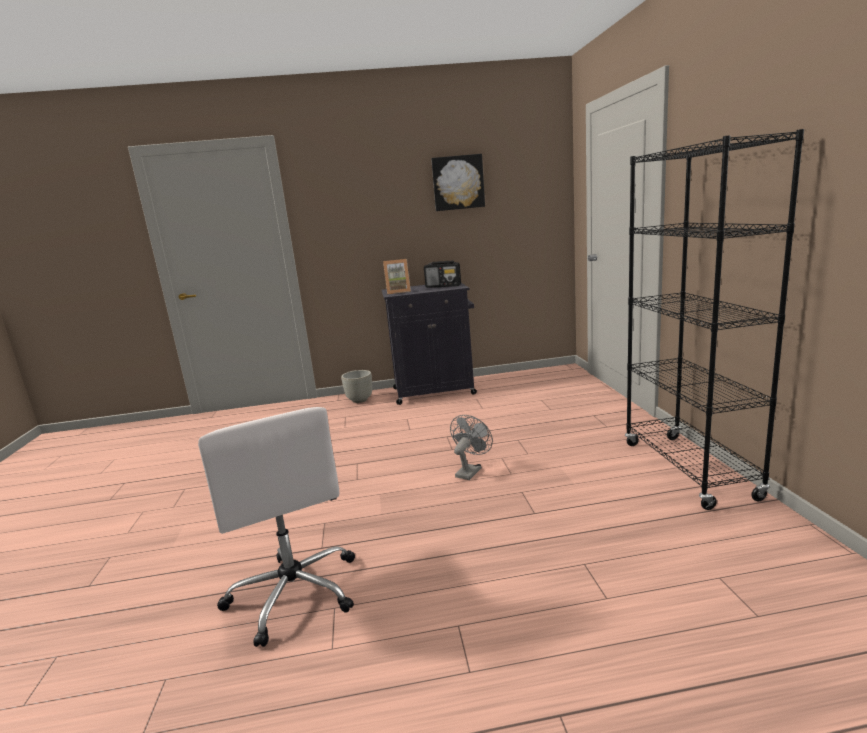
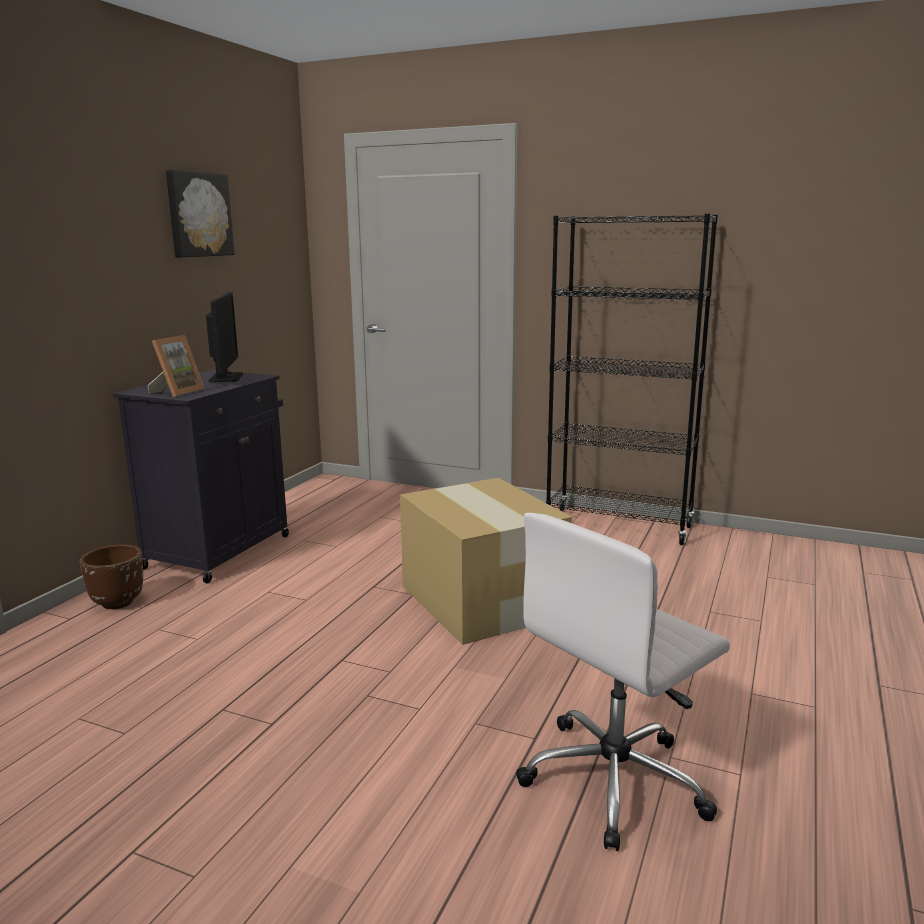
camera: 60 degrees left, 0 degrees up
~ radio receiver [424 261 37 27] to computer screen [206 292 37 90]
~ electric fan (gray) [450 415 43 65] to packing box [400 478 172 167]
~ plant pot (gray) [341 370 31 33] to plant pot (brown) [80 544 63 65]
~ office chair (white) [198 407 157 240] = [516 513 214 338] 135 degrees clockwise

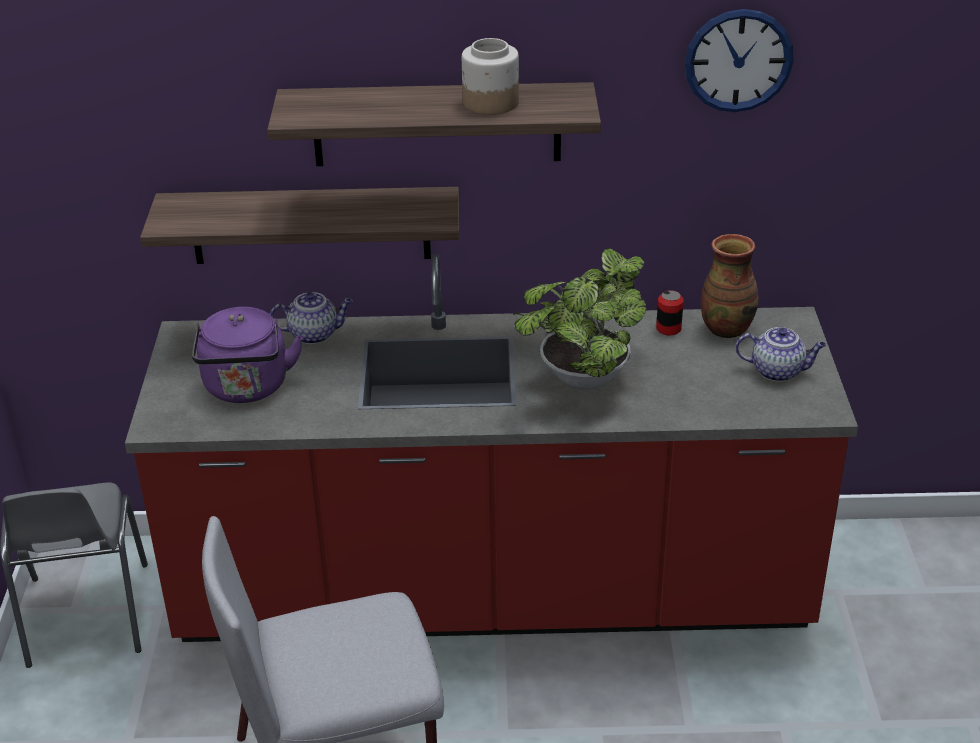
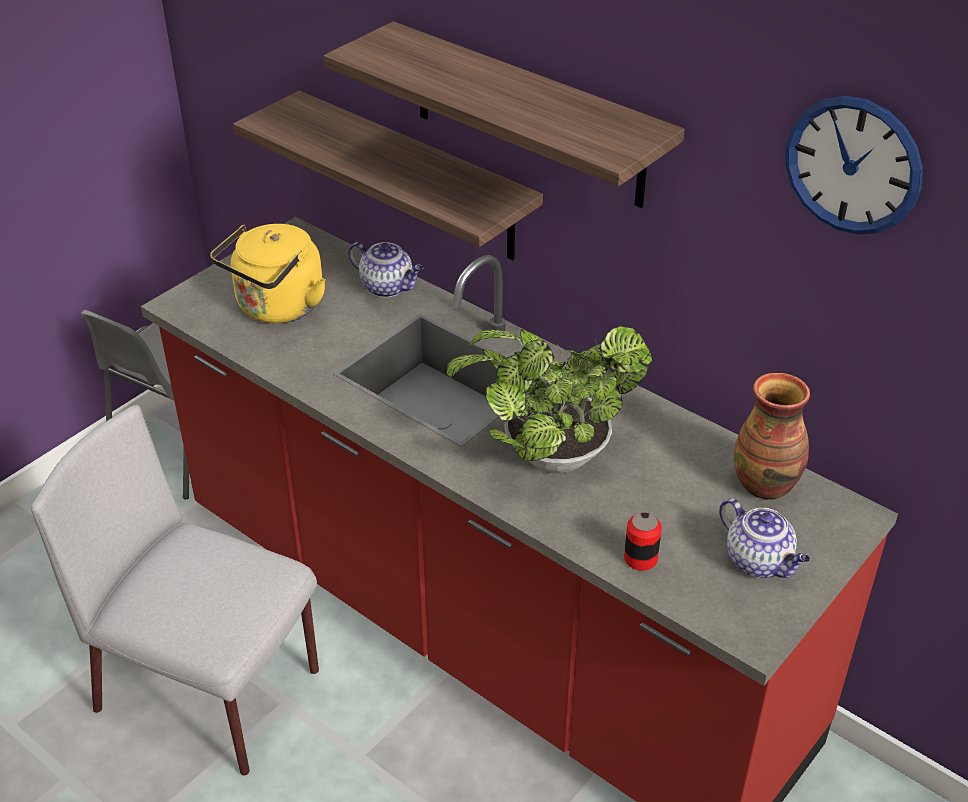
camera: 40 degrees right, 5 degrees up
- storage jar [462 38 57 77]
~ sealed can [656 290 28 45] to [624 512 38 59]
~ tea kettle (purple) [192 307 111 96] to tea kettle (yellow) [210 224 116 99]

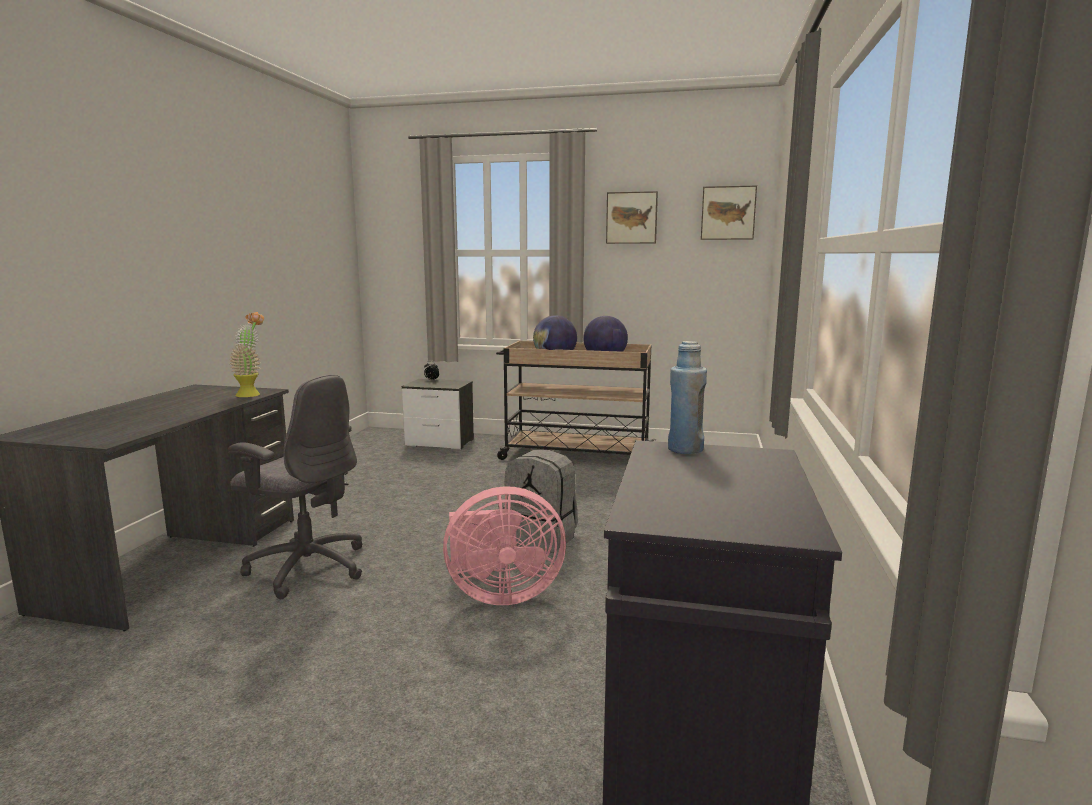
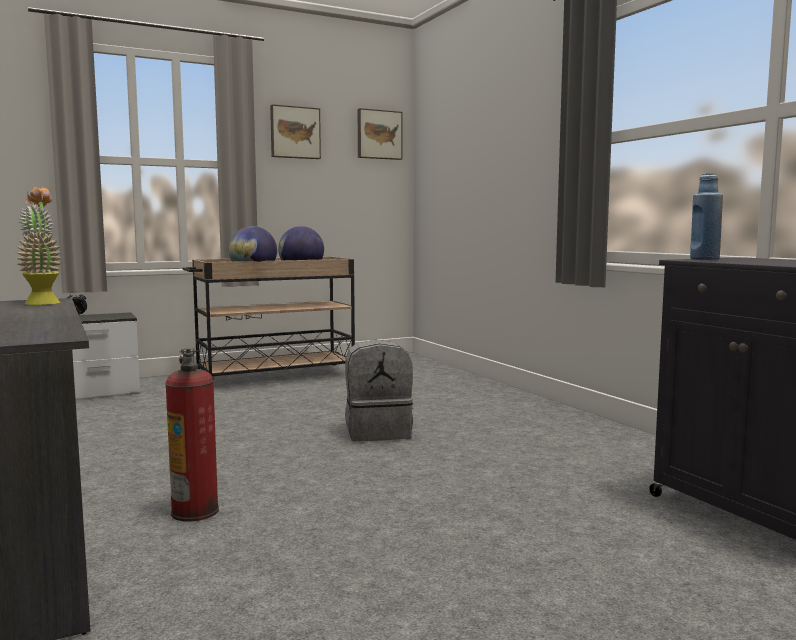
camera: 40 degrees left, 5 degrees down
- electric fan (pink) [443 486 123 119]
~ office chair (gray) [228 375 134 224] to fire extinguisher [165 348 54 174]

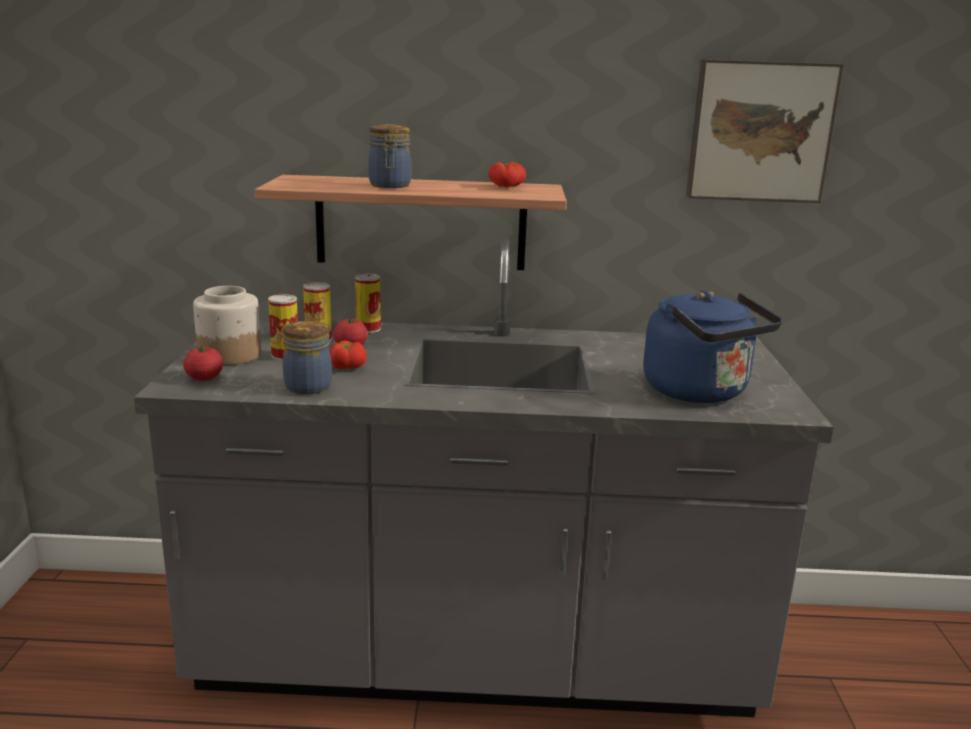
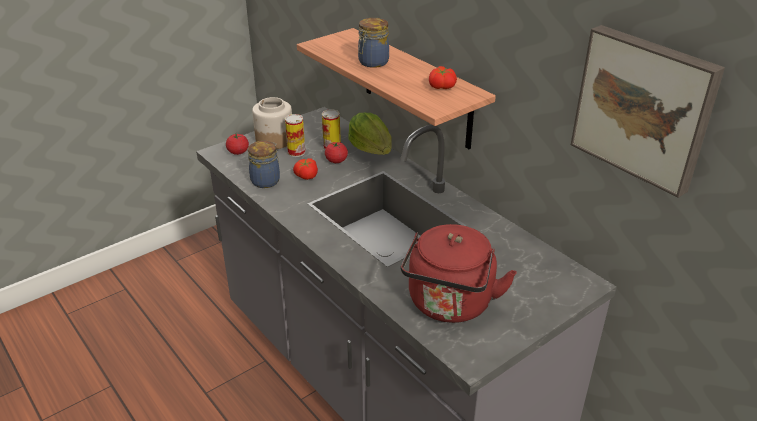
camera: 50 degrees right, 15 degrees up
~ sealed can [355 273 26 60] to head of lettuce [348 113 44 42]
~ tea kettle (bluish) [643 291 139 112] to tea kettle (reddish) [401 224 116 99]

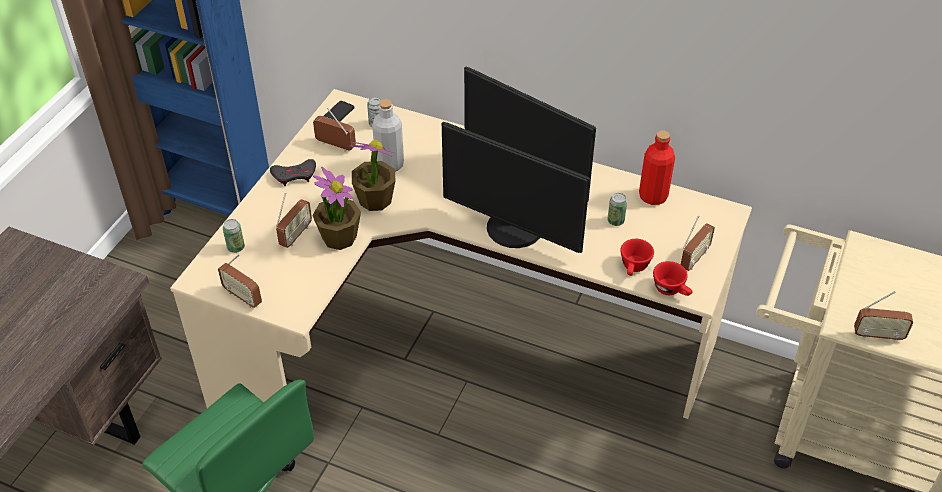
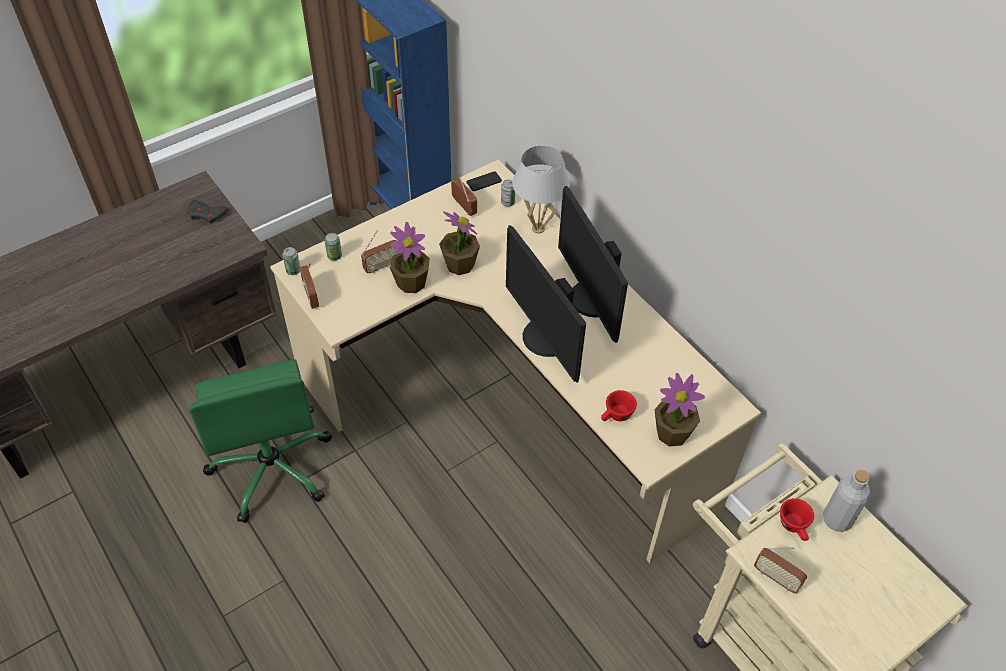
camera: 30 degrees right, 5 degrees up
- drink bottle (reddish) [639 130 36 75]
+ lamp for a table (white) [512 146 58 88]
~ game controller (gray) [270 159 46 27] to [188 200 40 24]
~ drink bottle (gray) [372 99 32 73] to [823 470 47 62]
~ sealed can [607 193 20 33] to [282 247 18 28]
~ small cup (reddish) [653 261 39 35] to [780 498 34 43]
~ radio receiver [681 216 34 55] to houseplant [655 373 50 73]

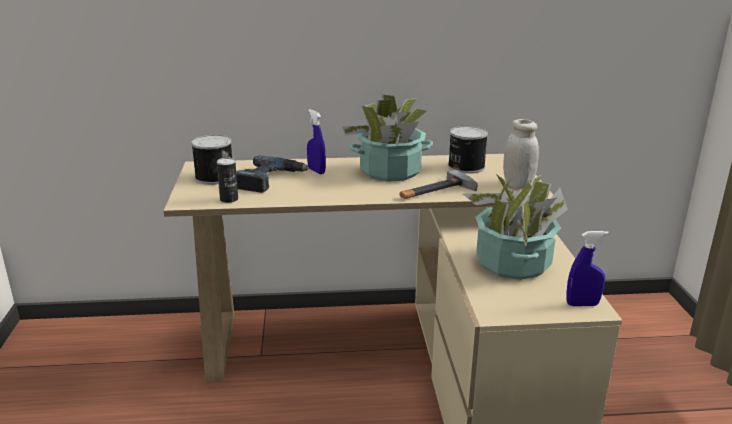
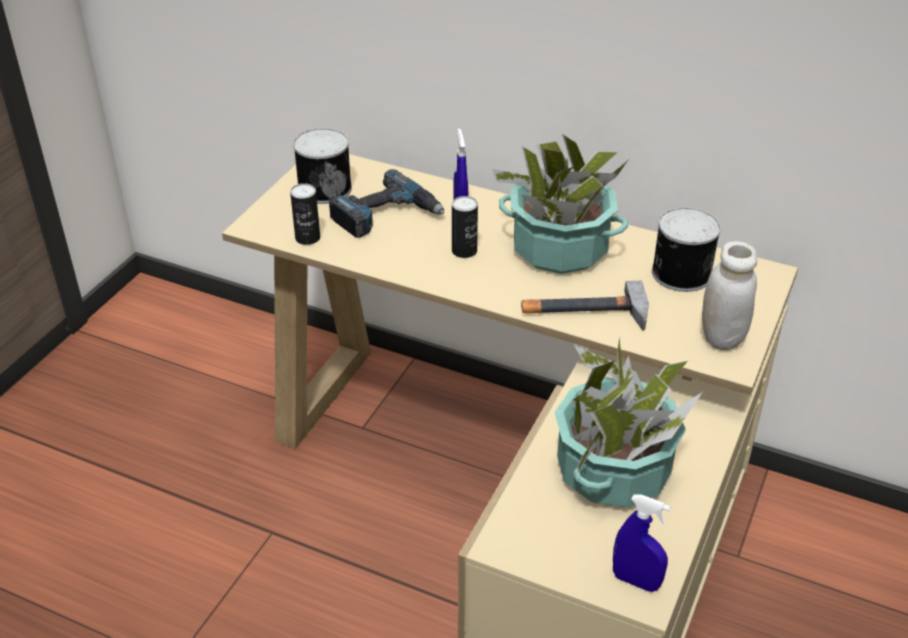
camera: 30 degrees right, 15 degrees up
+ sealed can [452 196 26 62]

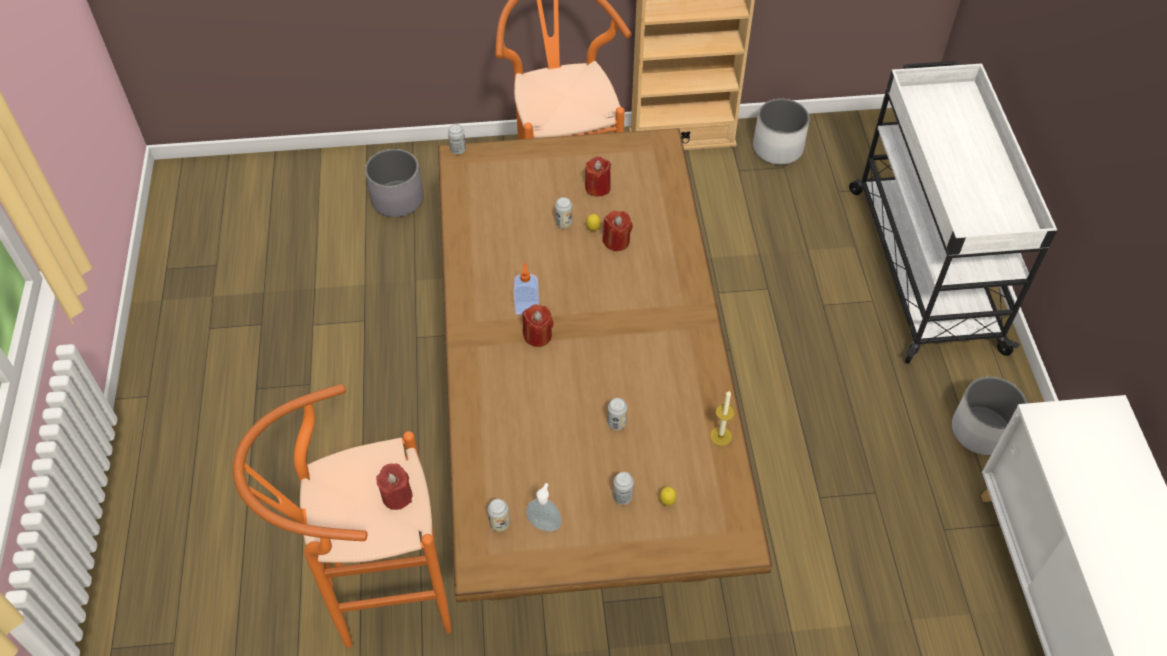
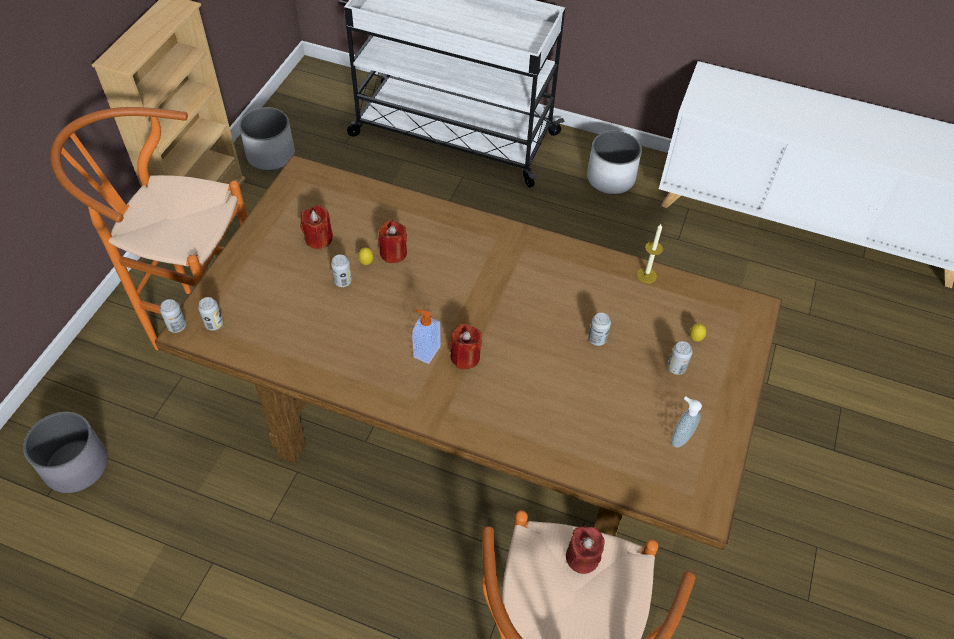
camera: 65 degrees left, 0 degrees up
~ sealed can [488 499 22 33] to [198 297 25 34]

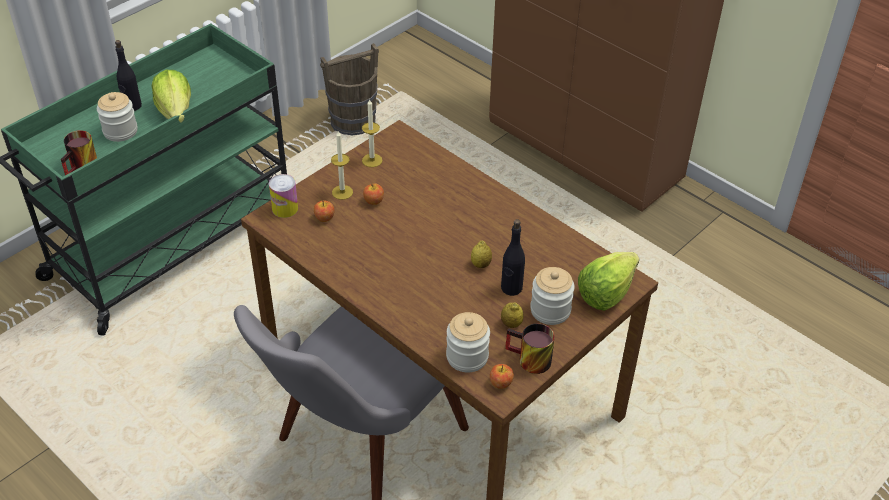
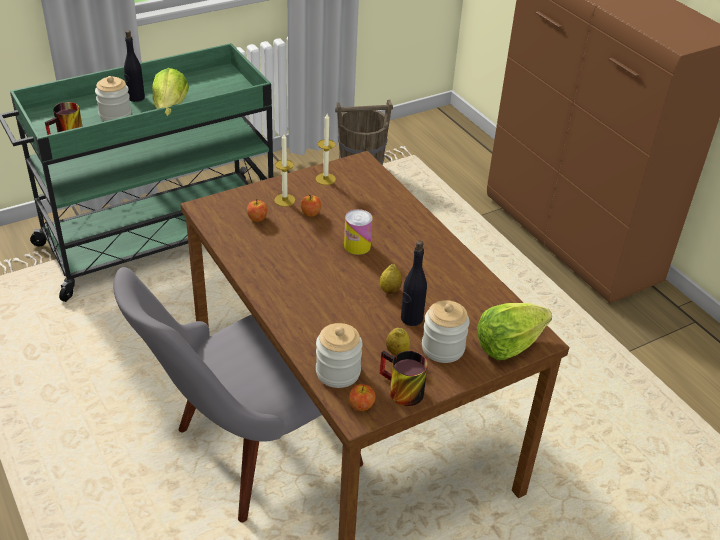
camera: 15 degrees right, 5 degrees down
~ sealed can [269 174 29 44] to [344 209 29 46]

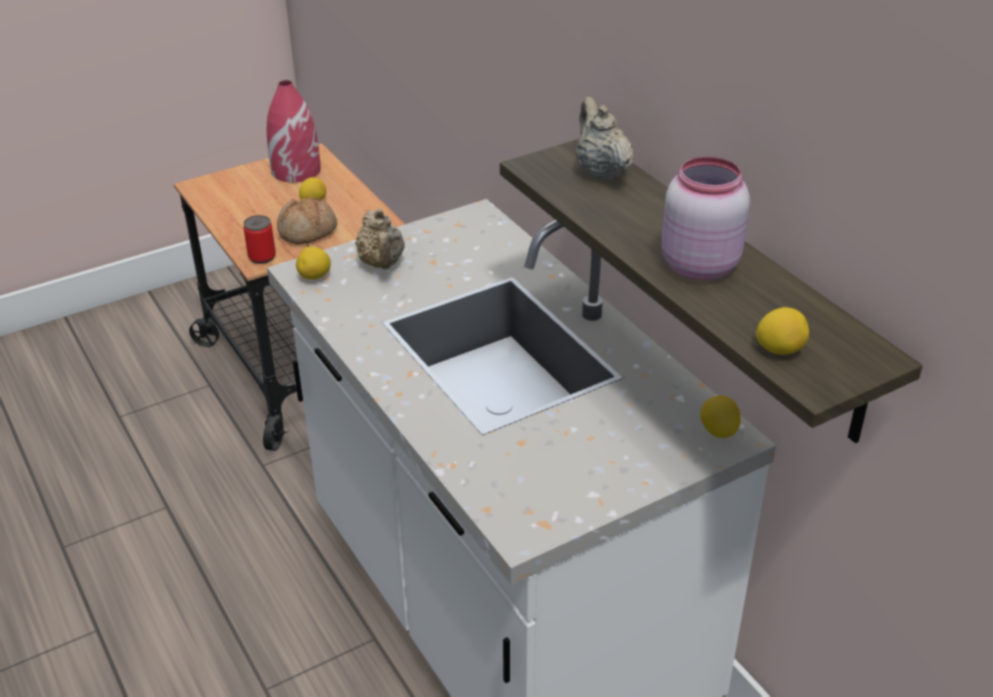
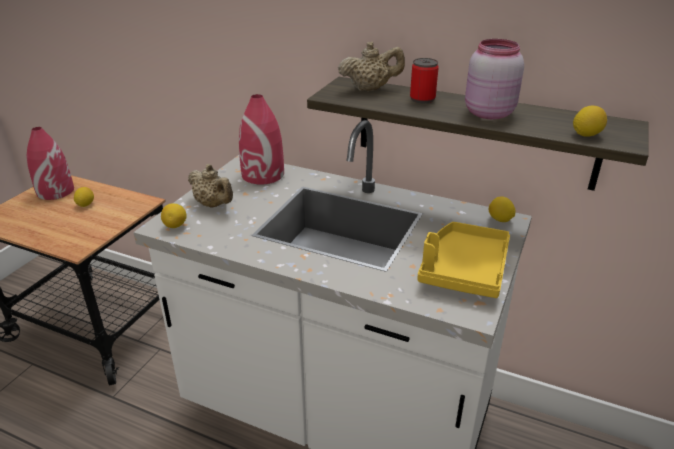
camera: 35 degrees left, 5 degrees down
- bread [277 197 61 48]
+ decorative vase (reddish) [239 94 45 90]
+ tray (yellow) [417 222 93 76]
~ sealed can [243 215 33 49] to [410 58 29 45]
~ teapot (beige-coloured) [576 97 58 83] = [338 41 67 50] 135 degrees clockwise

